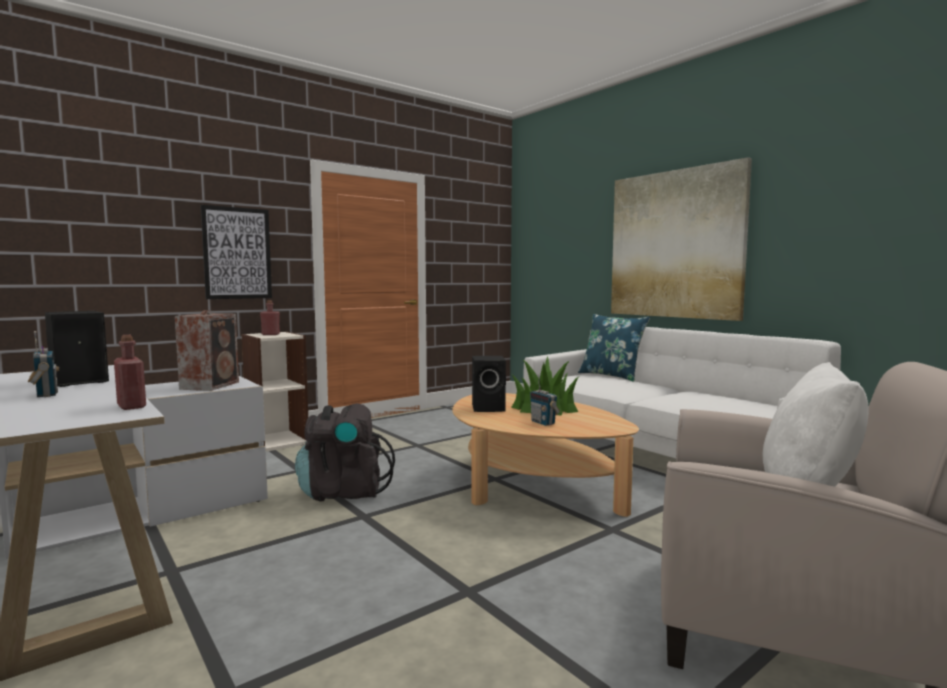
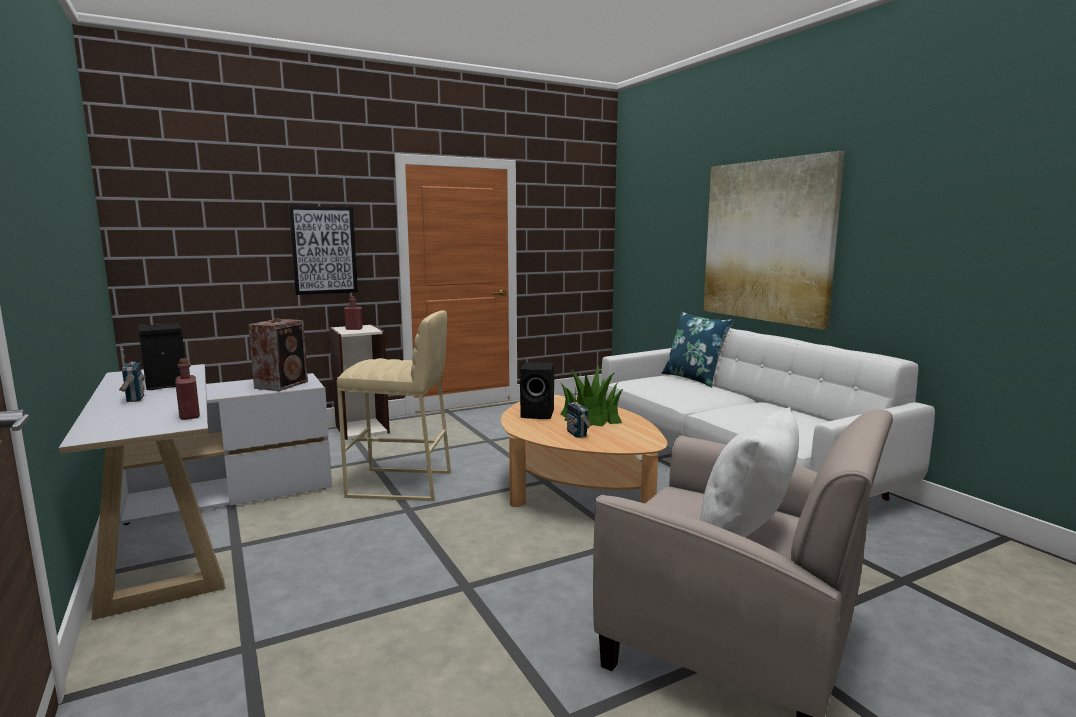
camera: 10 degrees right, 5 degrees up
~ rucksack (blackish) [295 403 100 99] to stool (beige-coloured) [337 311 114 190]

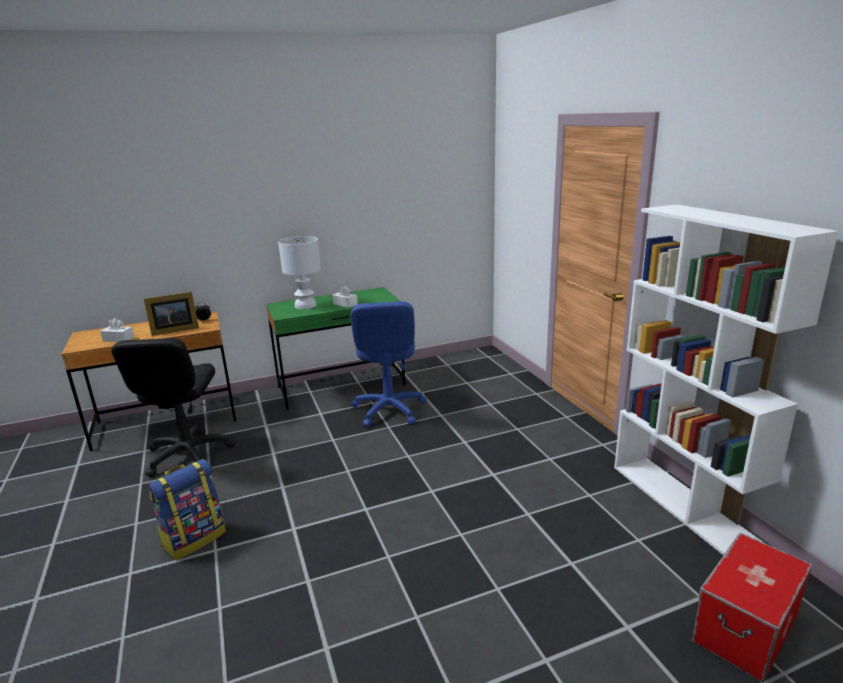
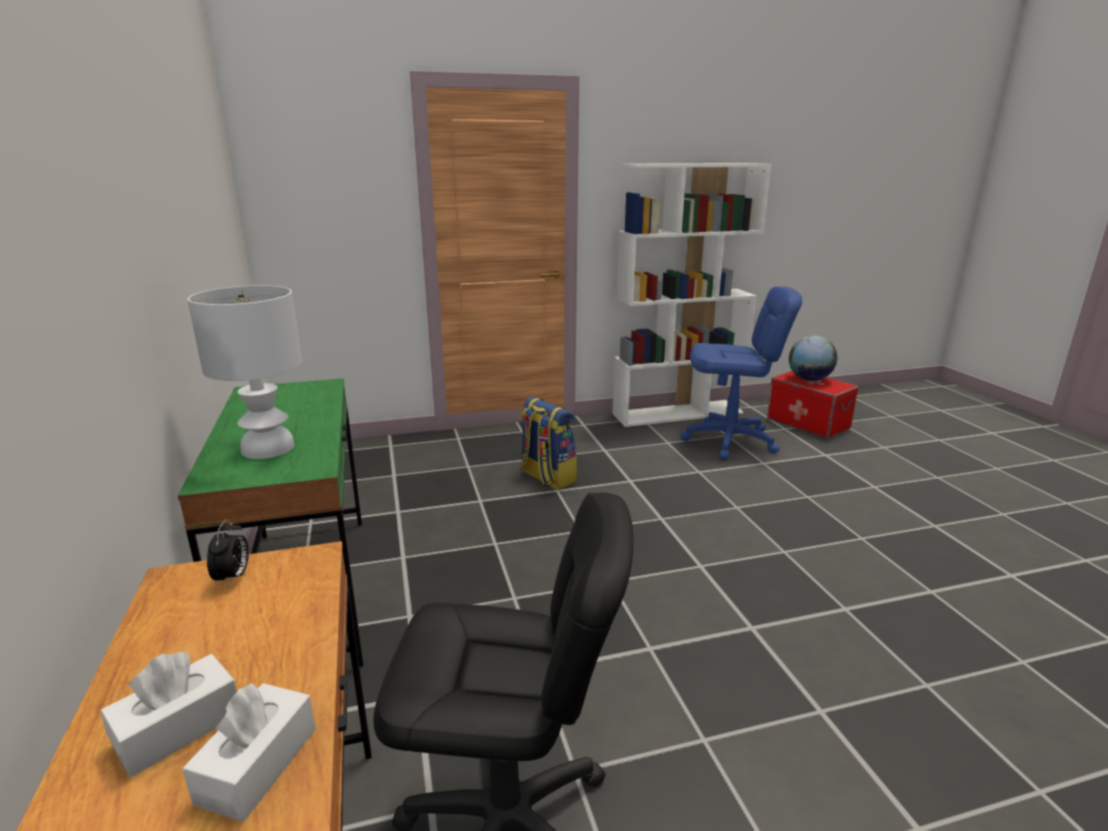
camera: 85 degrees left, 0 degrees up
- photo frame [144 292 55 44]
+ desk globe [789 335 48 46]
~ rucksack [149 459 77 101] to [520 396 57 94]
~ tissue holder (white) [332 285 26 23] to [100 651 137 126]
~ office chair (bluish) [351 301 76 126] to [681 286 121 174]

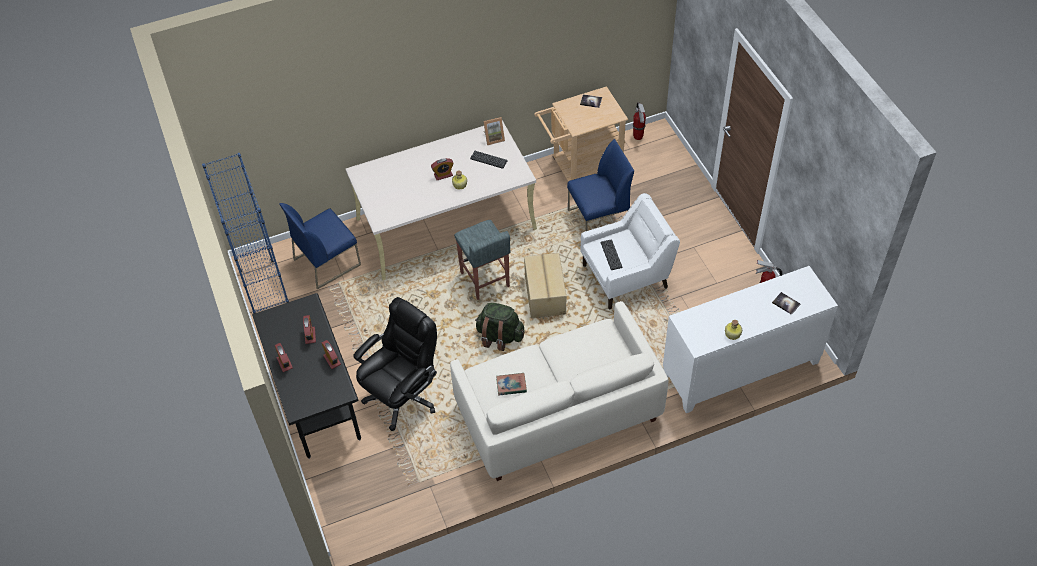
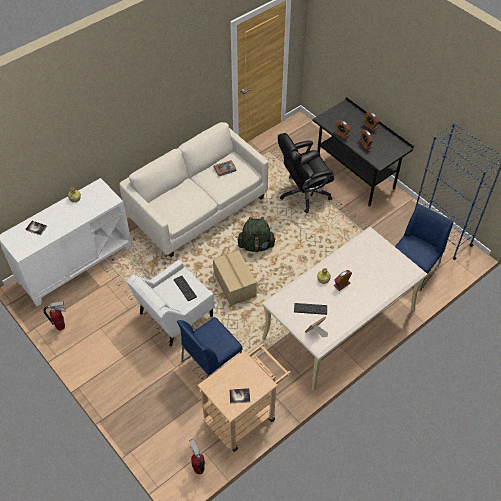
camera: 160 degrees right, 0 degrees up
- stool (gray) [454 220 56 80]
~ office chair (blackish) [353 297 84 134] = [278 133 56 80] 45 degrees clockwise

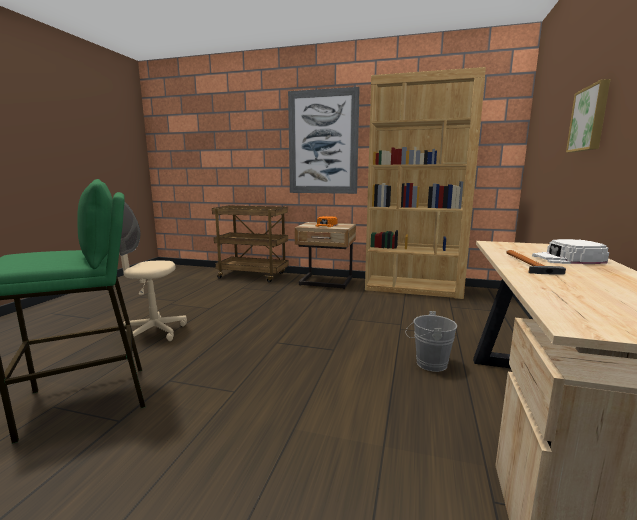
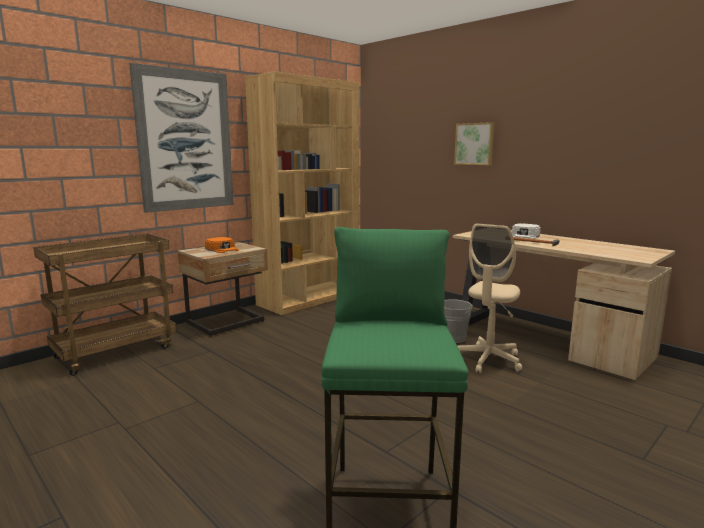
camera: 60 degrees left, 0 degrees up
~ office chair (beige-coloured) [119 202 68 139] to [457 224 65 149]

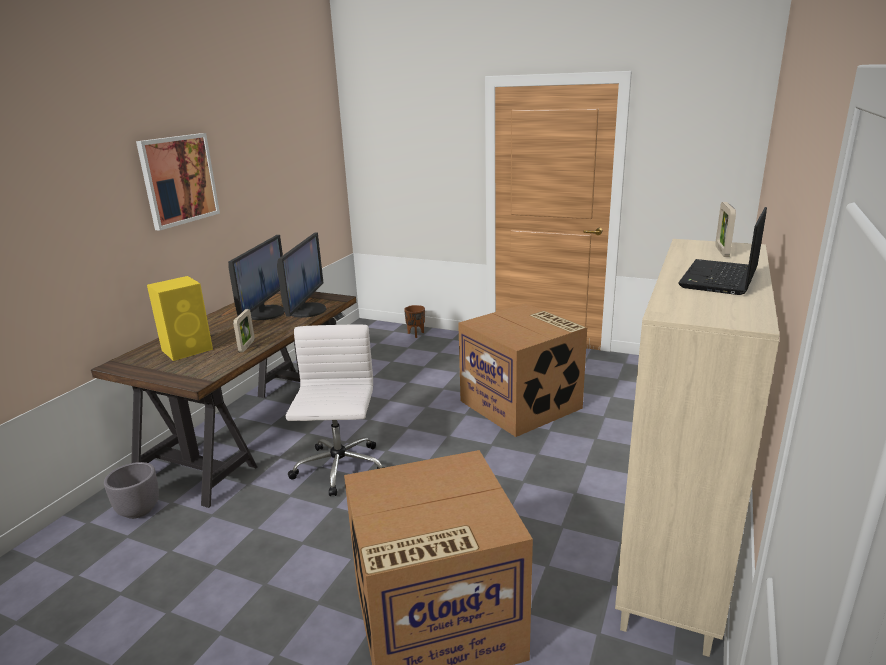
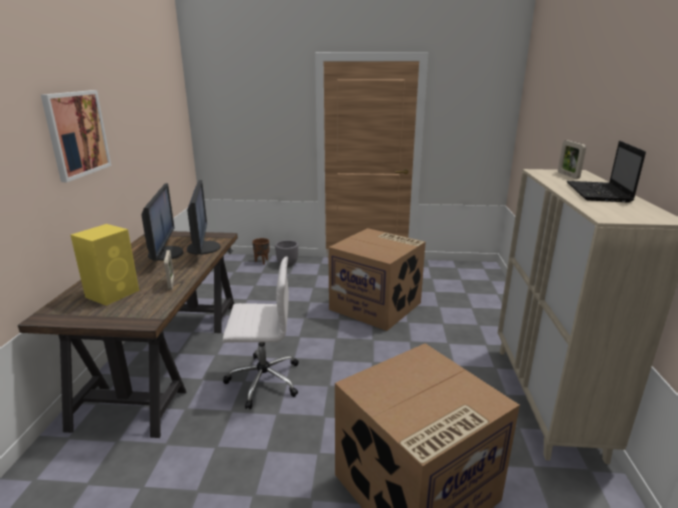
camera: 20 degrees left, 0 degrees up
~ plant pot (gray) [104 462 55 57] to [275 240 23 26]
~ office chair (white) [286 324 99 172] = [223 256 76 153] 105 degrees clockwise

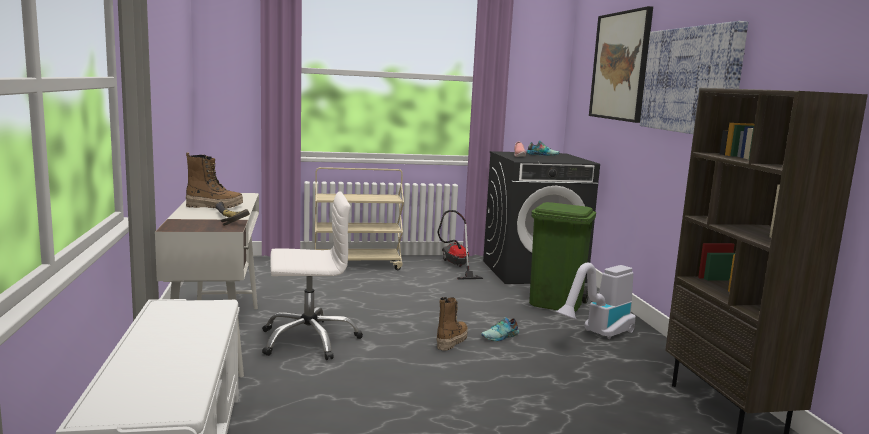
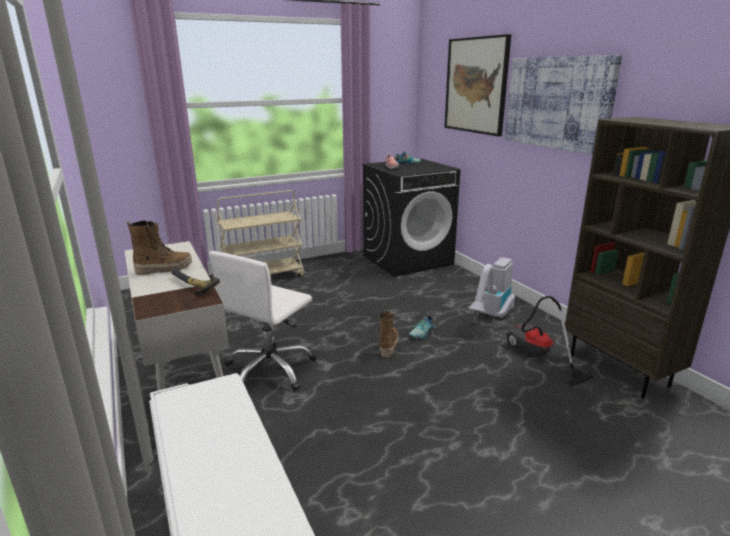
camera: 15 degrees left, 10 degrees up
- rubbish bin (green-coloured) [529 202 67 110]
~ vacuum cleaner [438 210 45 70] to [506 296 88 90]
~ office chair (white) [262 191 101 169] = [209 251 108 140] 150 degrees clockwise

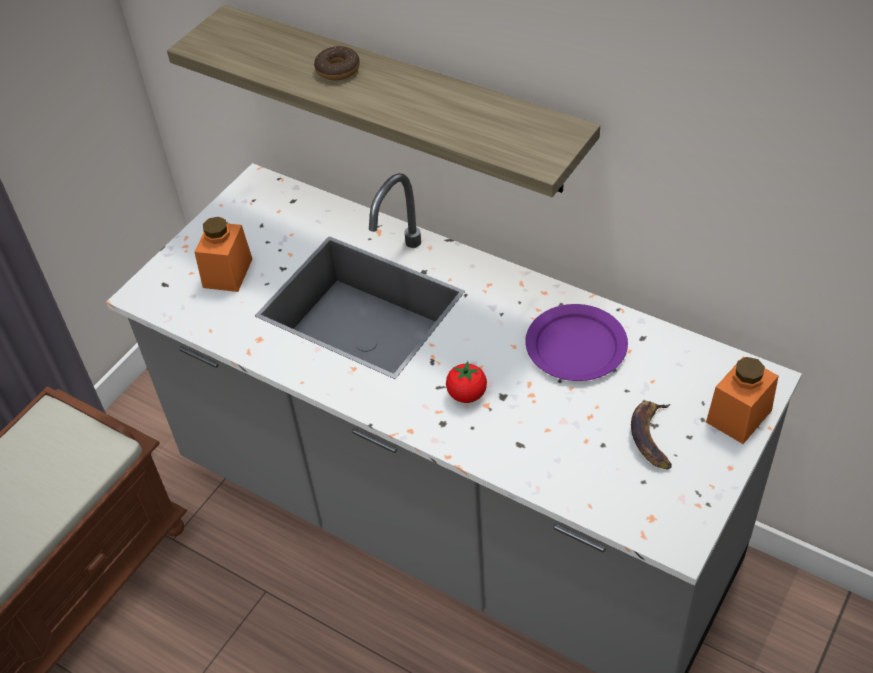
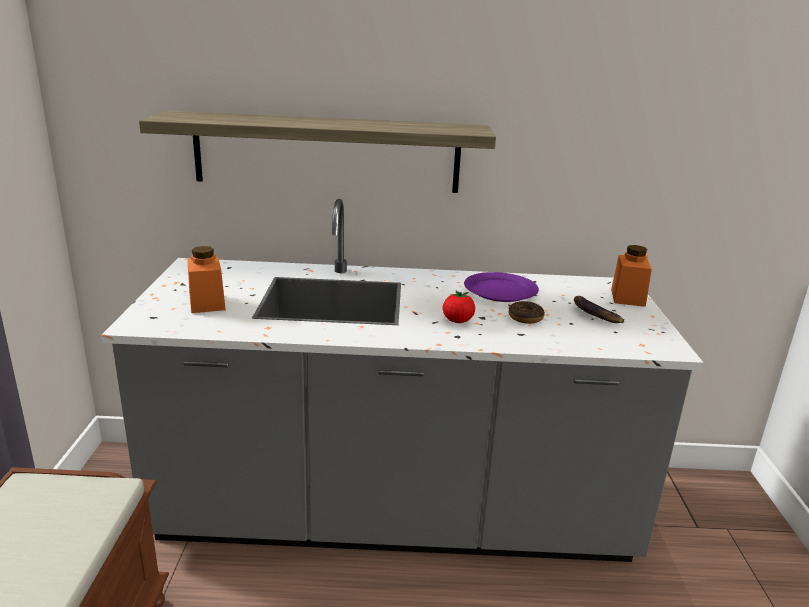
camera: 35 degrees left, 25 degrees down
~ donut [314 46 46 34] to [508 301 37 23]

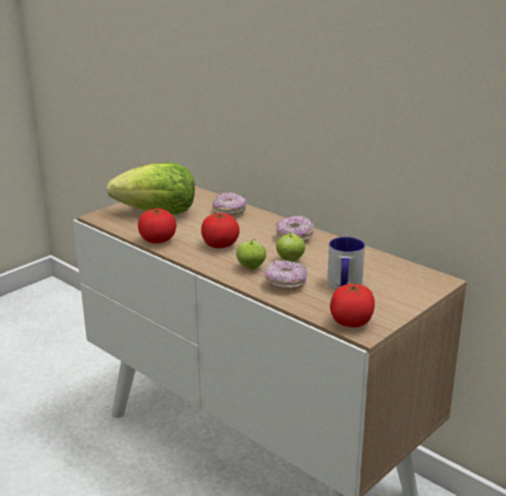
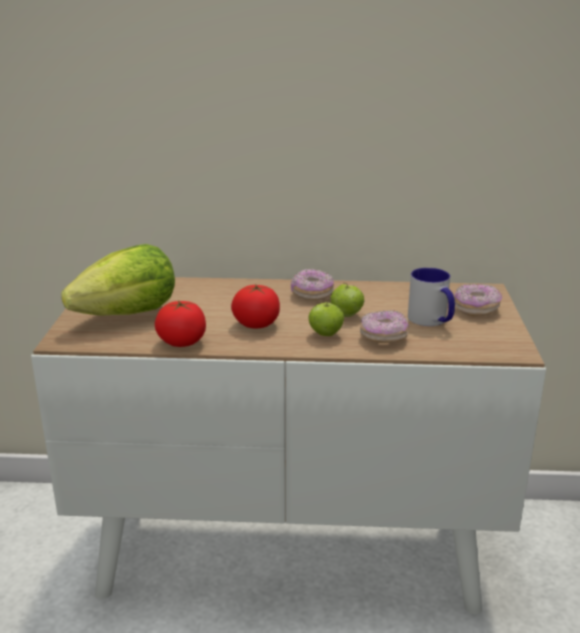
camera: 40 degrees left, 0 degrees up
- whole tomato [330 283 45 45]
~ donut [212 192 35 24] to [454 284 48 32]

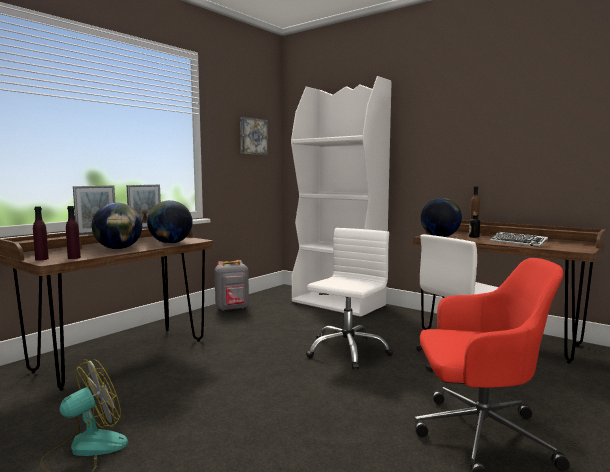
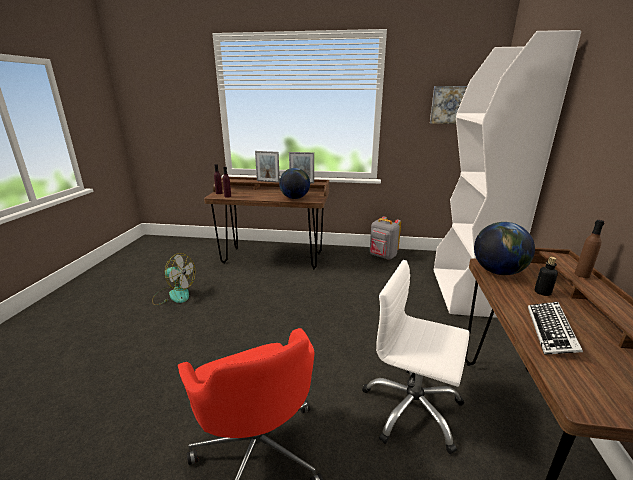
camera: 60 degrees right, 15 degrees up
- desk globe [92 203 50 46]
- office chair (white) [306 228 87 141]

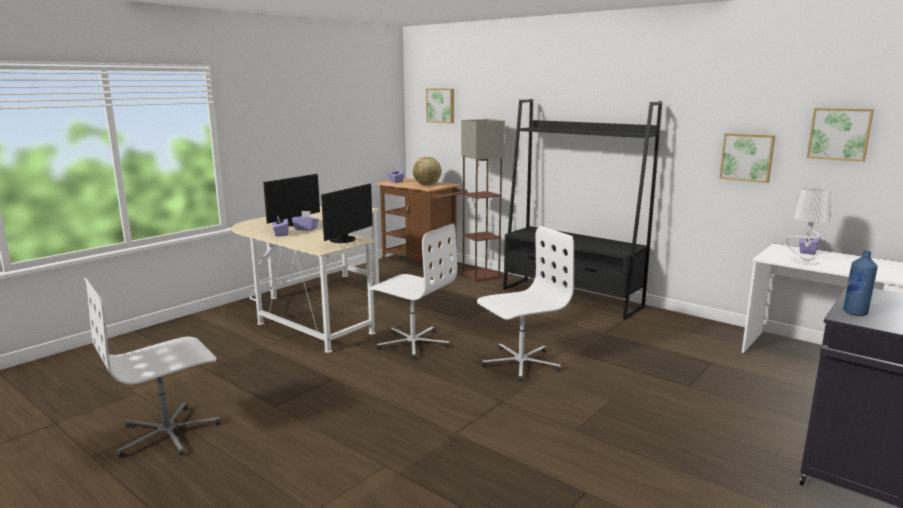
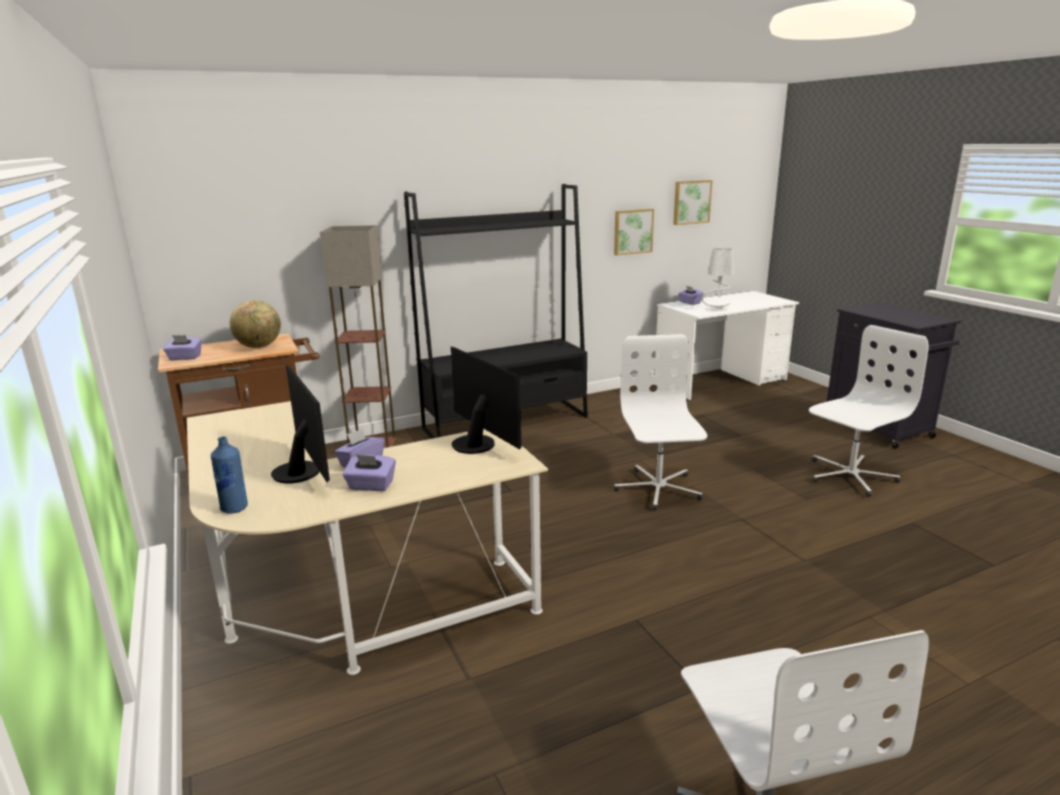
camera: 65 degrees left, 5 degrees up
- picture [426 89 28 34]
~ office chair (white) [369 223 88 136] to [809 325 120 172]
~ drink bottle (bluish) [842 251 36 65] to [211 437 37 77]

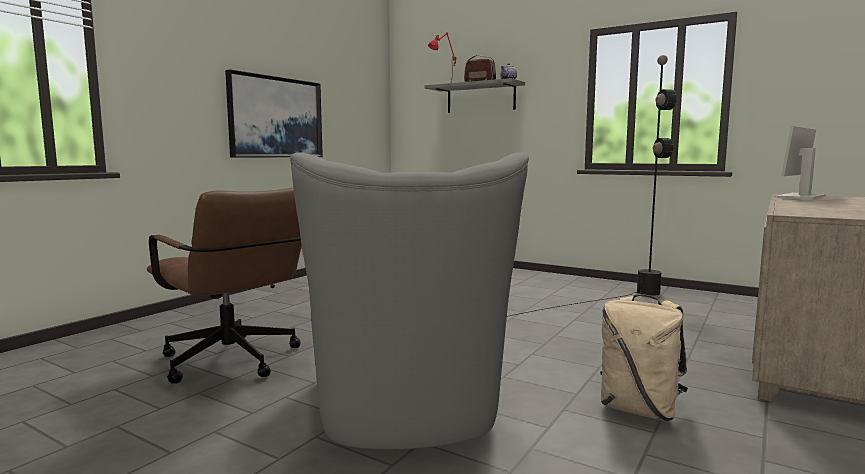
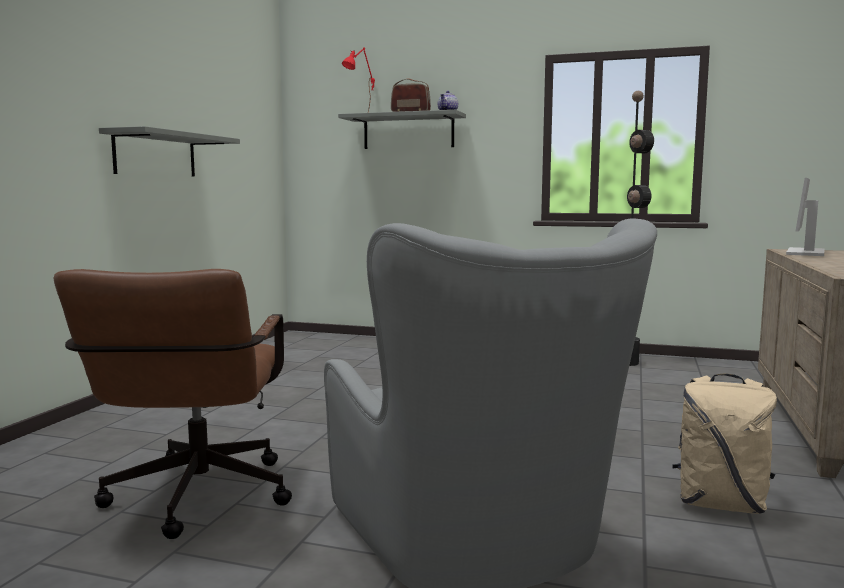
camera: 15 degrees left, 0 degrees up
~ picture [225 69 98 89] to shelf (gray) [99 126 141 51]
~ office chair (brown) [147 187 155 197] = [54 269 238 270] 60 degrees clockwise

